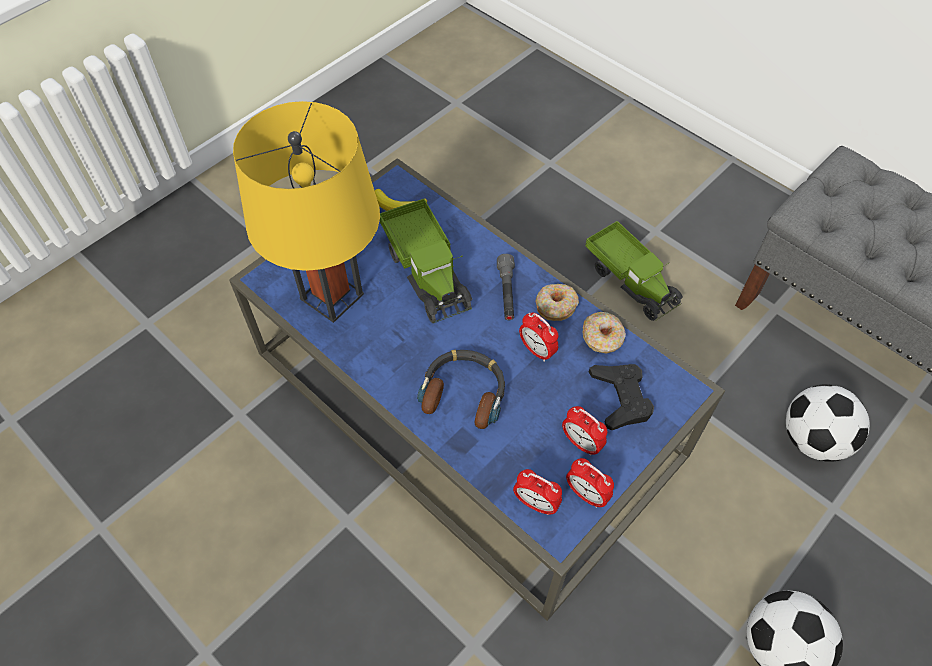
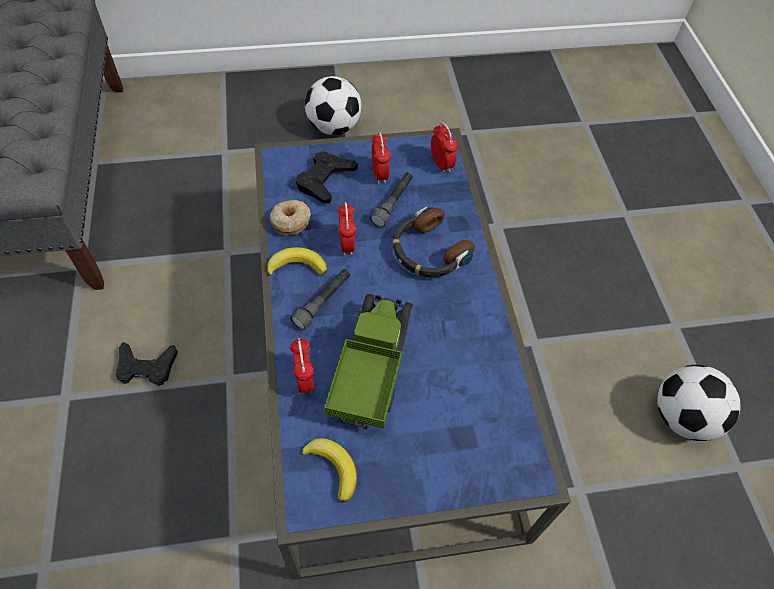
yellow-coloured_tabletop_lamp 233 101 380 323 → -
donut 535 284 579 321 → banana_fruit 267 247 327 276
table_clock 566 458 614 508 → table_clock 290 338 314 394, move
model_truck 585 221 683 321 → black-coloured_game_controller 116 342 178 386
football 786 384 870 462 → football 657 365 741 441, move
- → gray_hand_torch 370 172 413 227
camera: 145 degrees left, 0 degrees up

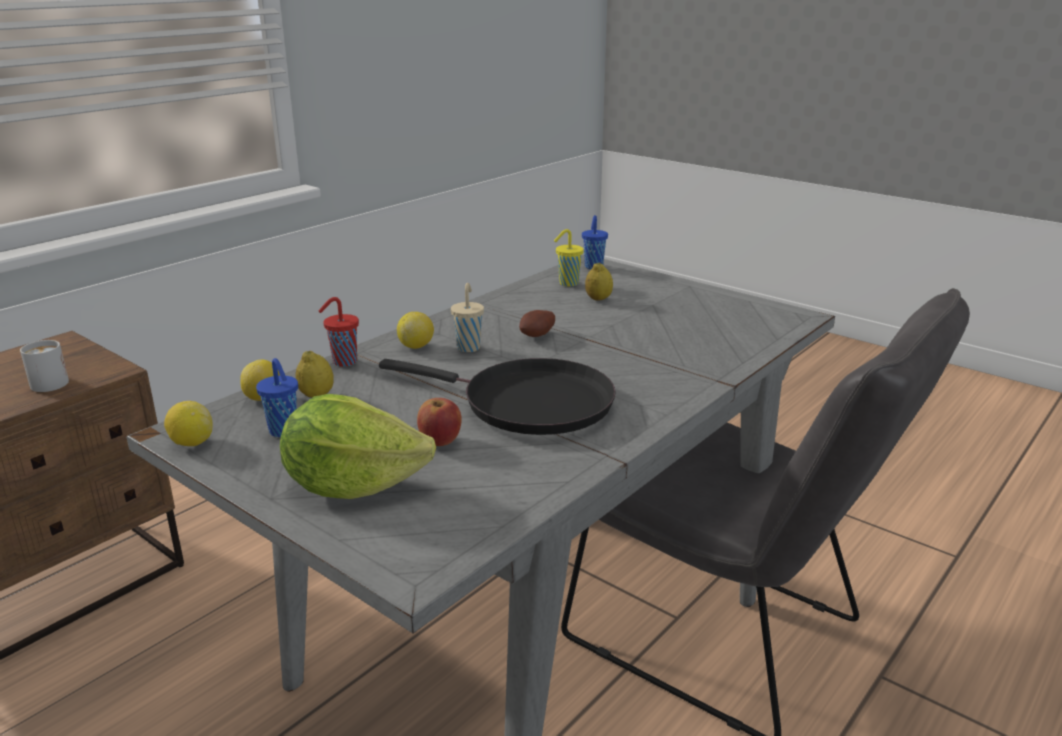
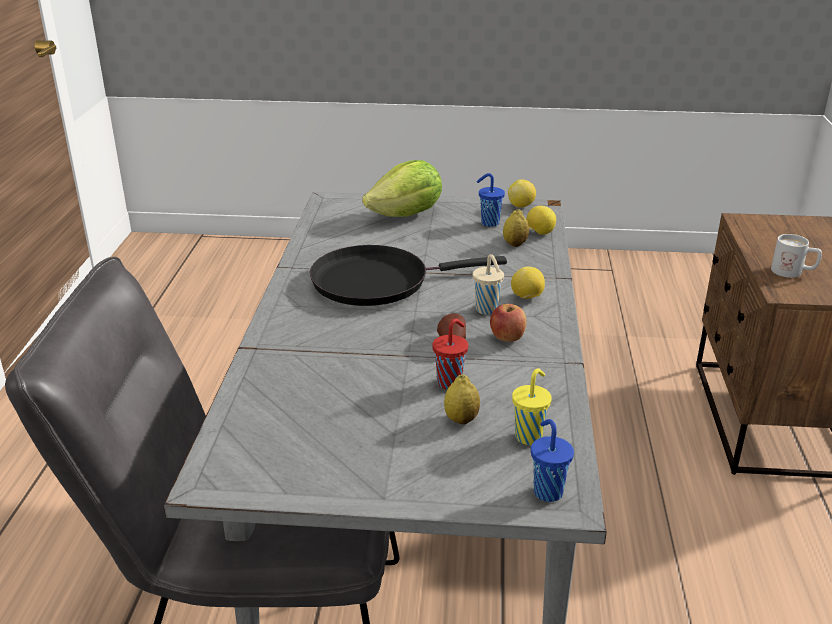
red_drinking_cup 319 297 359 367 → red_drinking_cup 432 319 468 390, move
apple_fruit 417 398 462 446 → apple_fruit 490 304 527 342, move
camera: 145 degrees right, 5 degrees up

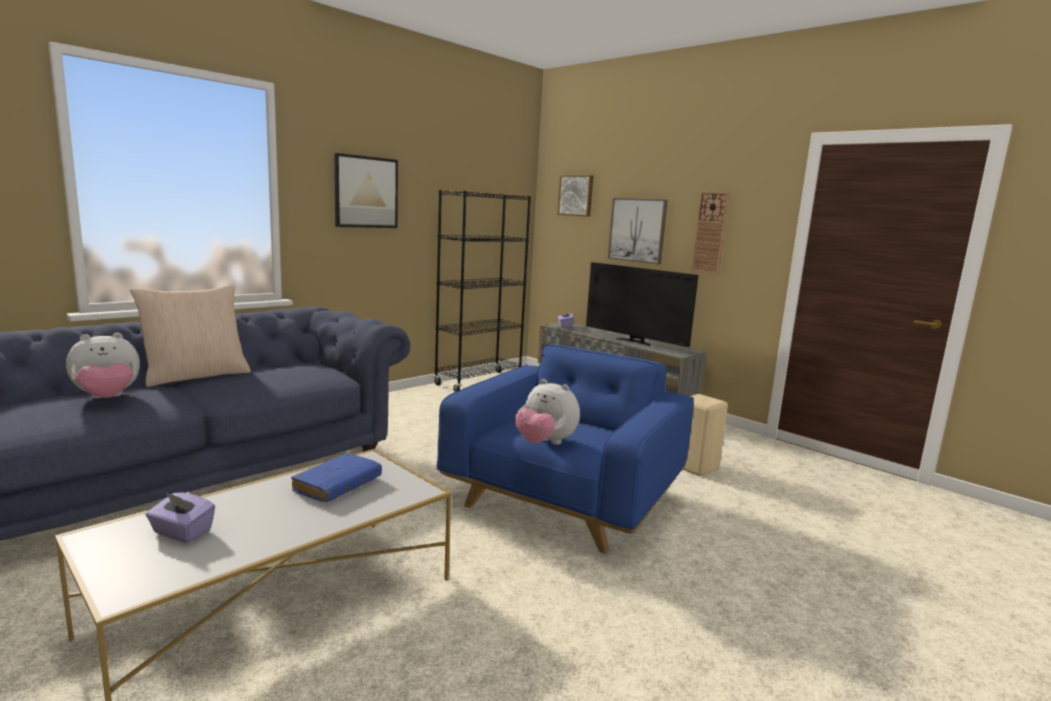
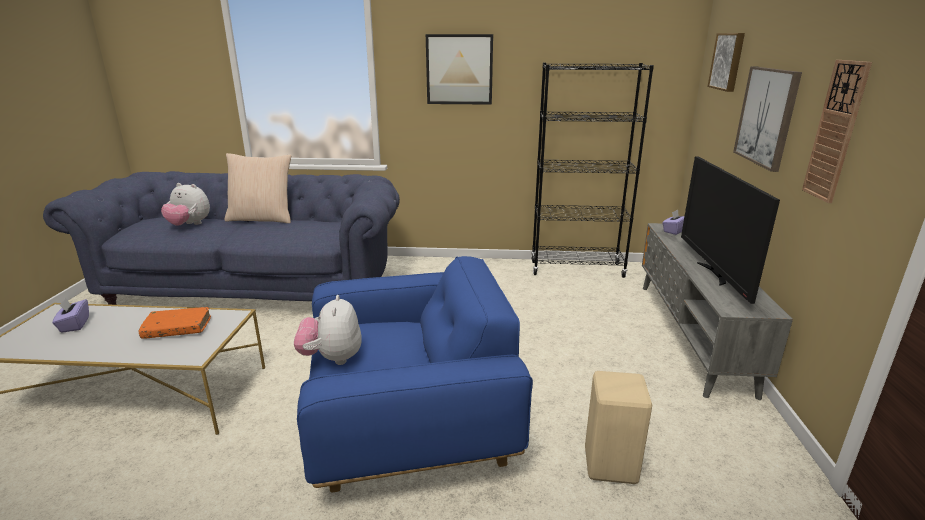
blue_book 291 453 382 502 → orangey_book 138 307 211 339
camera: 50 degrees right, 10 degrees up

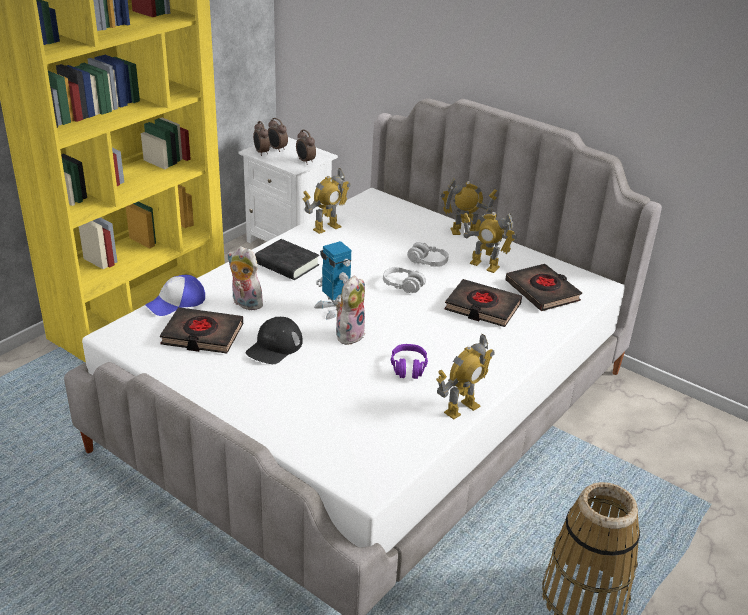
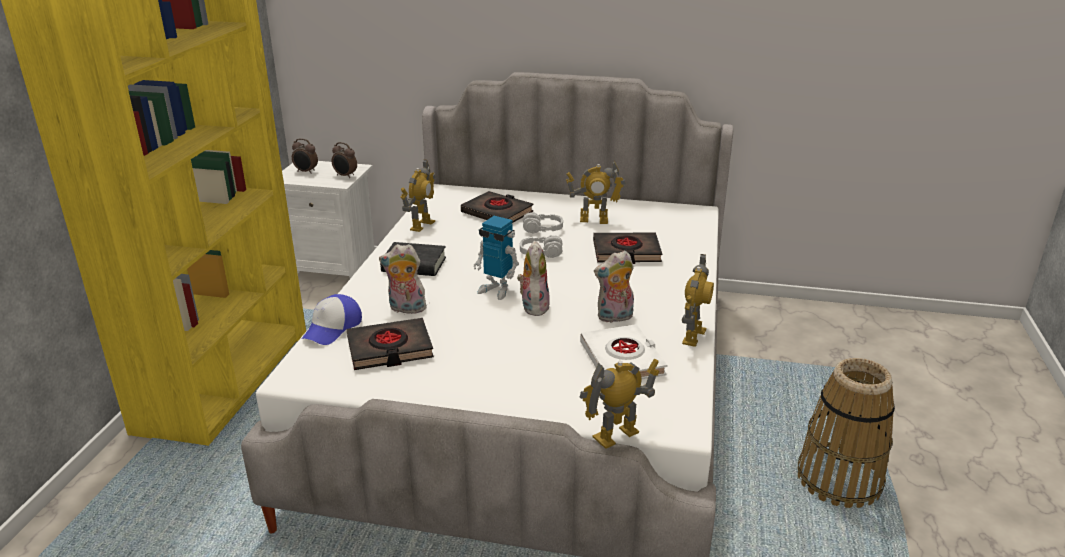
black-coloured_cap 245 317 303 364 → -
table_clock 253 121 270 156 → -
purple-coloured_pair_of_headphones 391 344 428 379 → soft_toy 594 251 634 323
toy_robot 440 178 497 235 → toy_robot 580 359 660 449, move
black-coloured_book 505 264 582 311 → black-coloured_book 461 191 533 223, move
- → whitish_book 580 324 667 379
camera: 25 degrees left, 5 degrees down

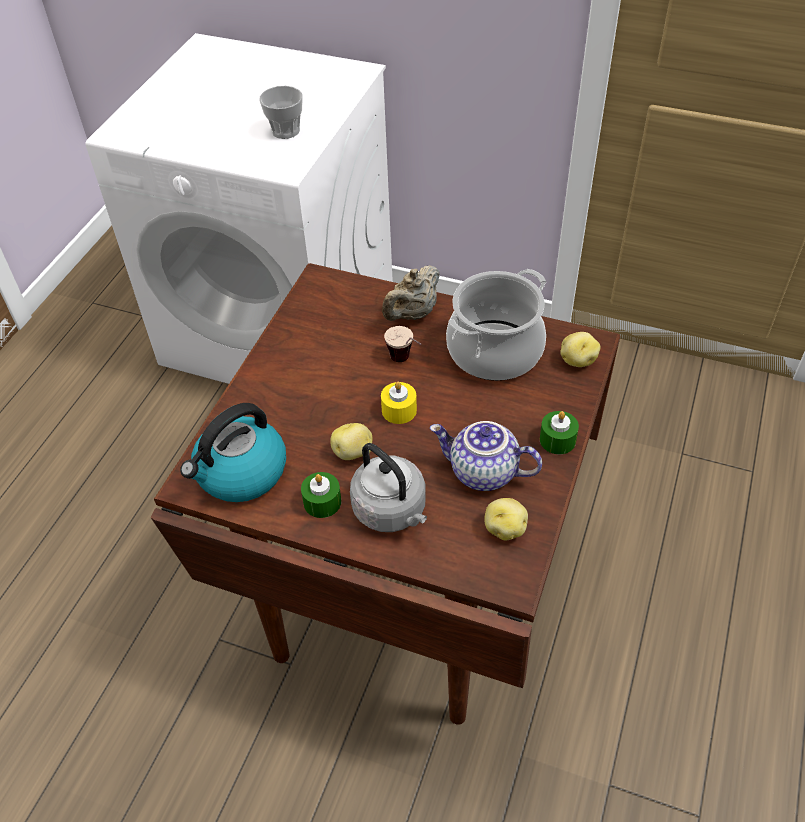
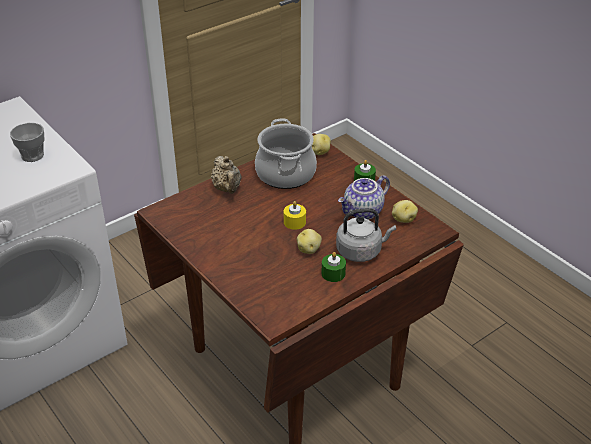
tea_kettle 180 403 286 502 → -
drinking_cup 384 326 422 362 → -
camera: 60 degrees left, 10 degrees down

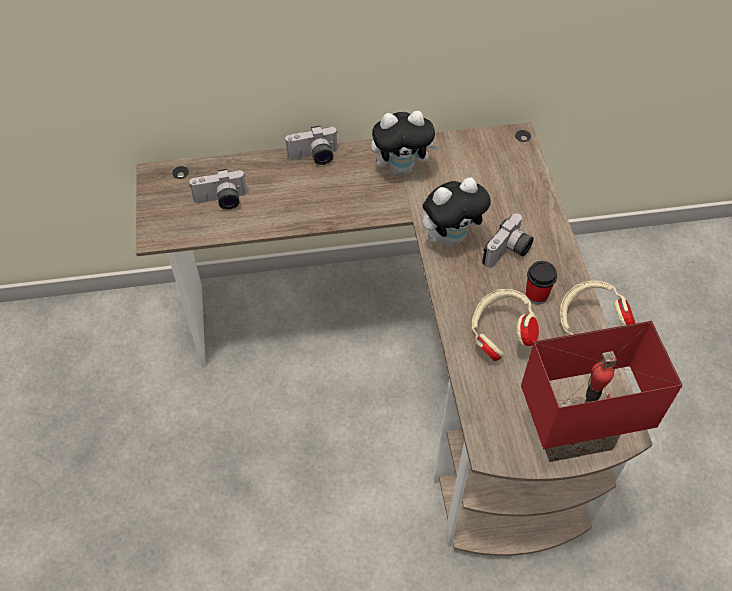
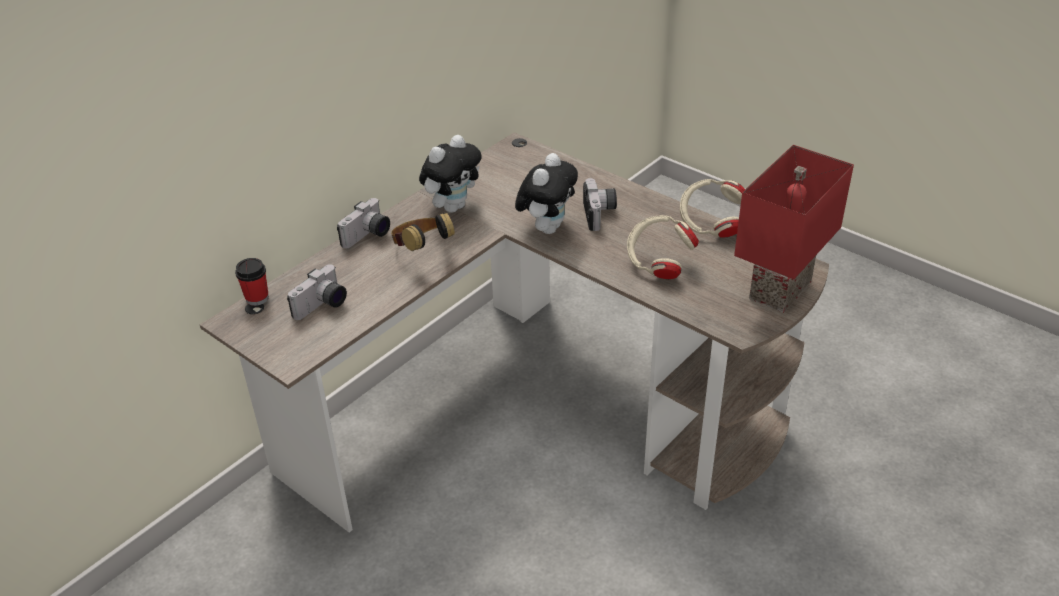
drinking_cup 526 261 557 305 → drinking_cup 235 258 269 306, move
- → pair_of_headphones 391 213 455 251
camera: 40 degrees left, 15 degrees down

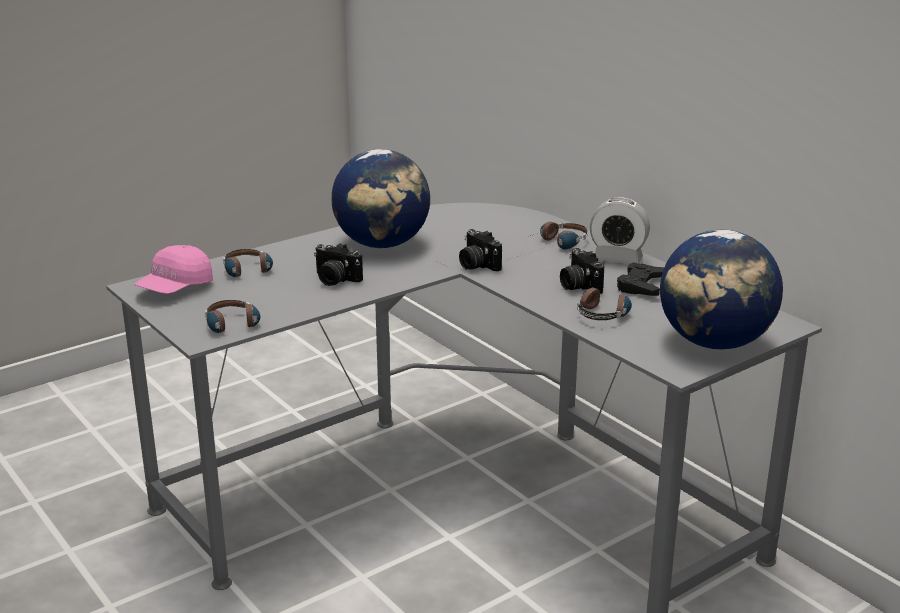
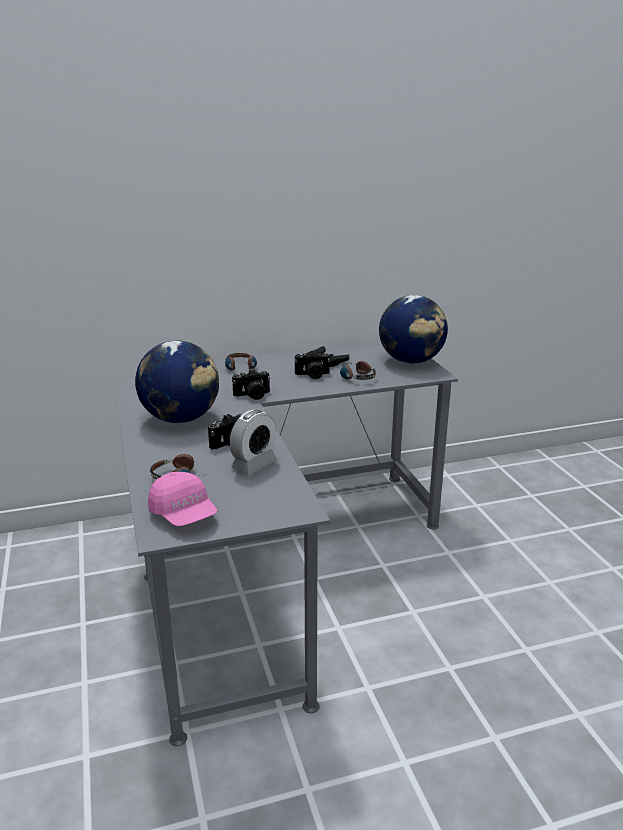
pair_of_headphones 205 300 260 335 → -
table_clock 590 197 650 264 → table_clock 230 410 277 475, move
camera: 70 degrees left, 0 degrees up

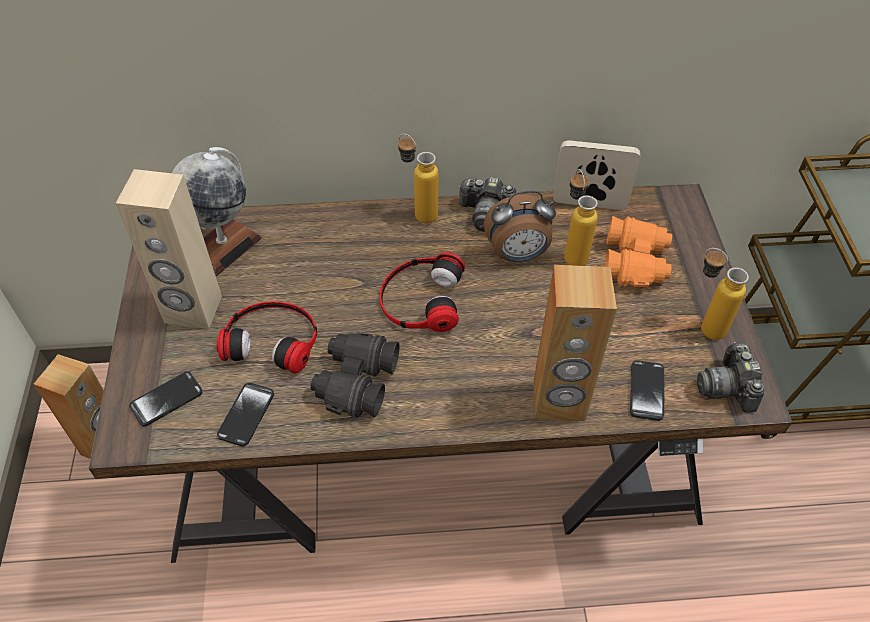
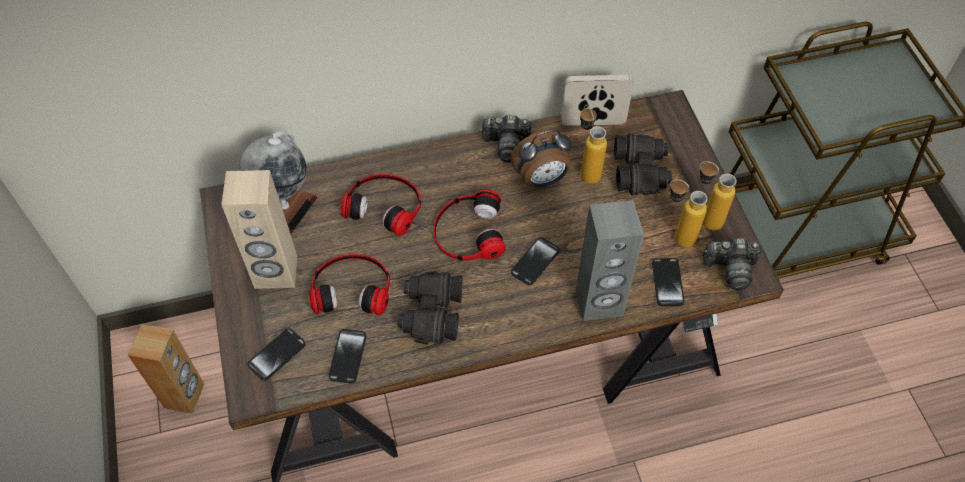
beverage_bottle 398 134 439 223 → beverage_bottle 670 179 708 247, move
brown-coloured_audio_speaker 533 265 617 422 → gray_audio_speaker 576 200 644 321
orangey_pair_of_binoculars 605 216 672 287 → black-coloured_pair_of_binoculars 614 133 672 195
photo_camera 697 342 764 413 → photo_camera 703 238 761 290, 75 degrees counterclockwise
- → pair_of_headphones 340 174 421 236
- → handset 511 237 559 285
camera: 10 degrees left, 5 degrees up

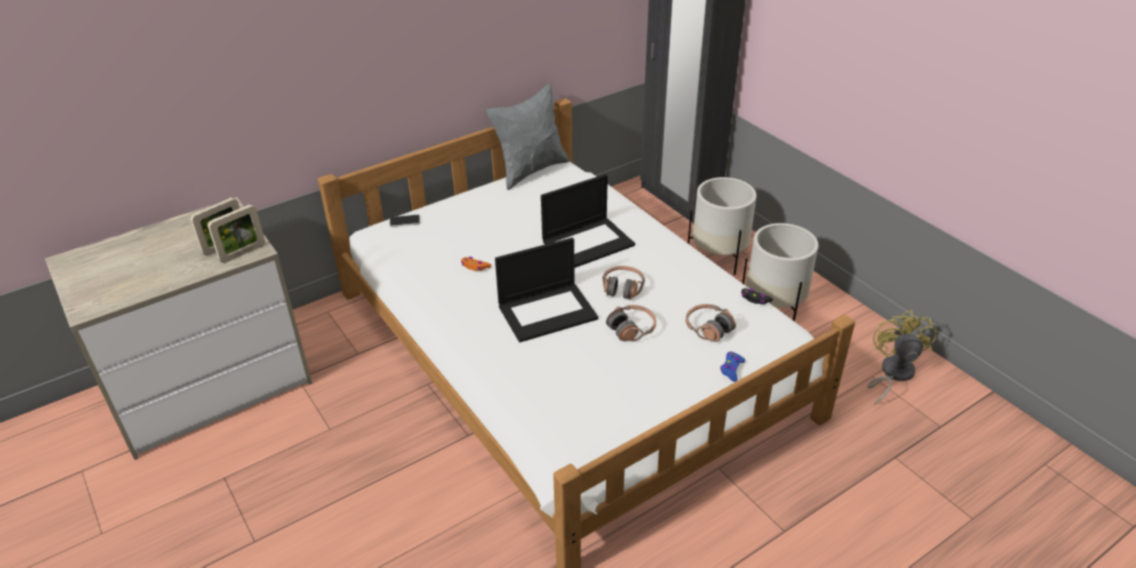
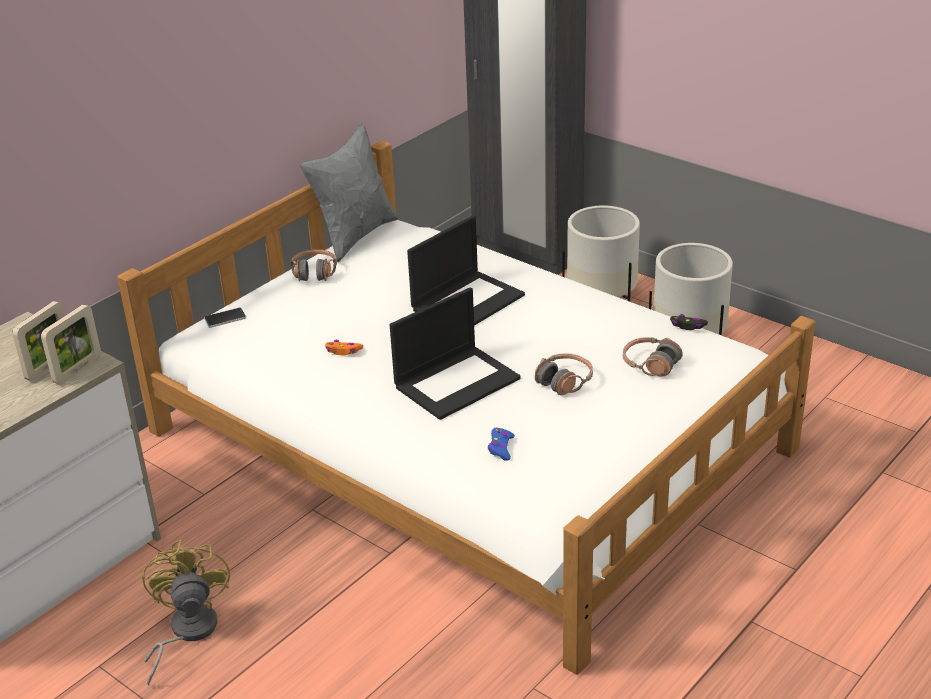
pair_of_headphones 603 266 645 300 → pair_of_headphones 290 250 337 282, move
blue_game_controller 720 352 745 382 → blue_game_controller 488 428 515 461, move
yellow-coloured_fan 867 310 937 405 → yellow-coloured_fan 142 539 230 686, move
camera: 15 degrees left, 5 degrees down

